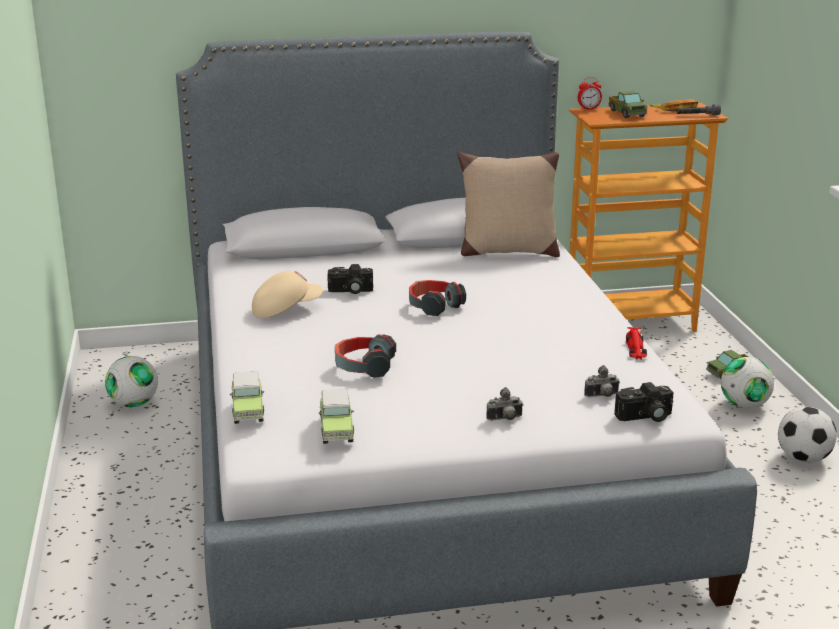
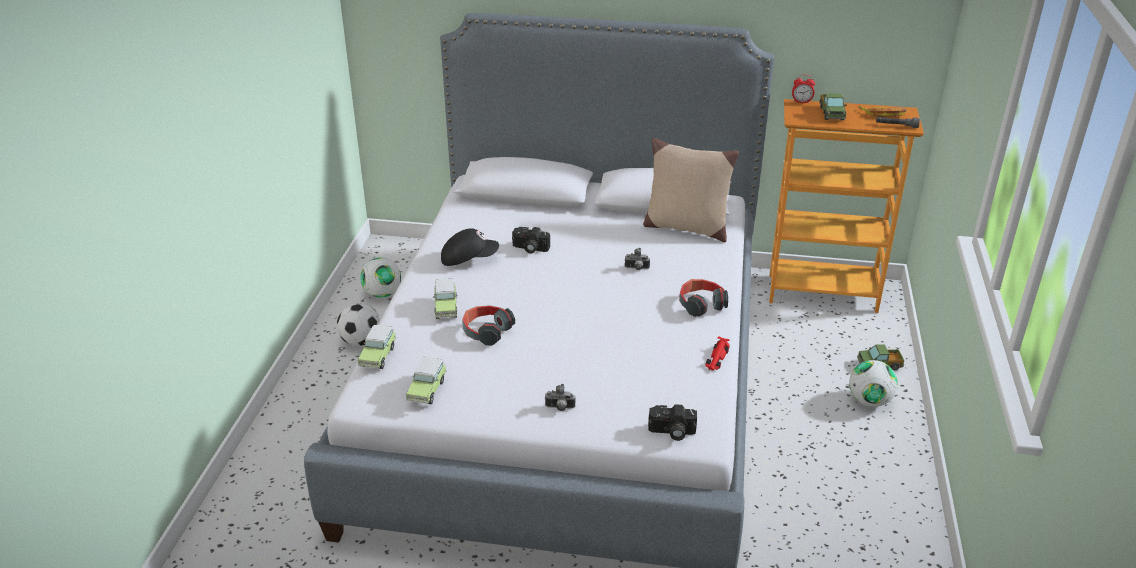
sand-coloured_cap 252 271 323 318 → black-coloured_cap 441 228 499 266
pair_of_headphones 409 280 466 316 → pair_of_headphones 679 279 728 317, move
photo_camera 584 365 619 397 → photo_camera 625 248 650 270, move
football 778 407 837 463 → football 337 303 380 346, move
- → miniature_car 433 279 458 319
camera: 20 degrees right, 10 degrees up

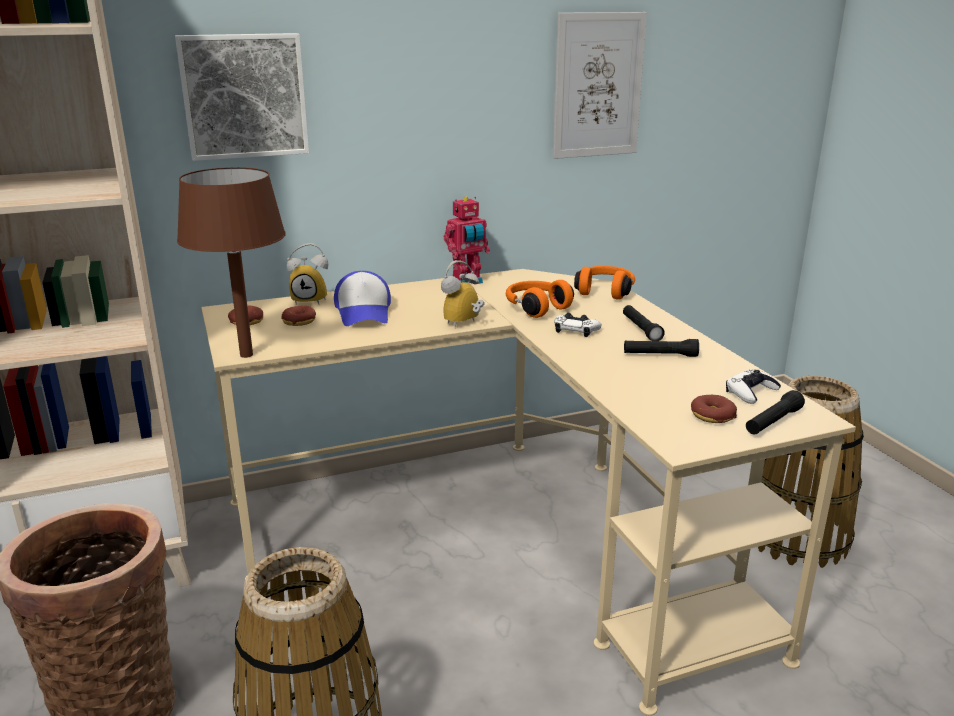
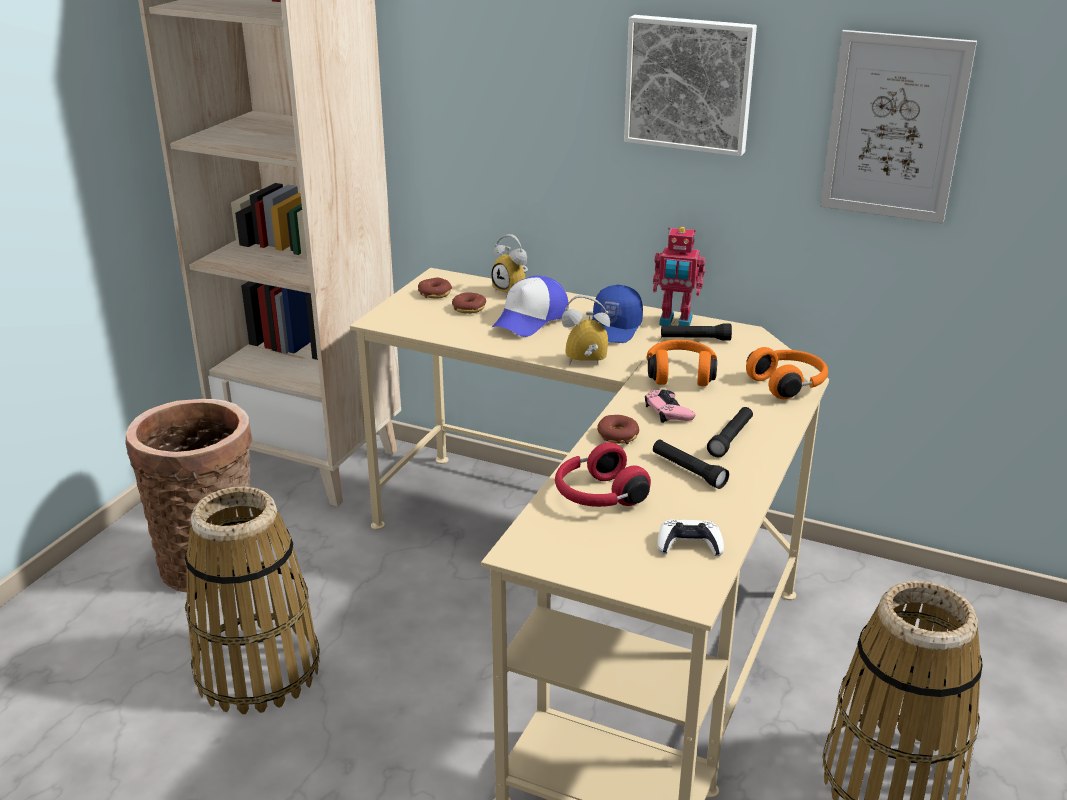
picture 175 33 309 161 → picture 624 15 757 156, move
brown-coloured_tabletop_lamp 177 167 286 358 → -
whitish_game_controller 554 313 602 337 → pinkish_game_controller 645 389 696 423
donut 691 395 737 423 → donut 597 415 639 444, move
black-coloured_hand_torch 746 390 805 434 → black-coloured_hand_torch 661 324 732 340, move
- → red_pair_of_headphones 555 442 651 507
- → blue_cap 592 285 643 343
camera: 45 degrees right, 5 degrees up

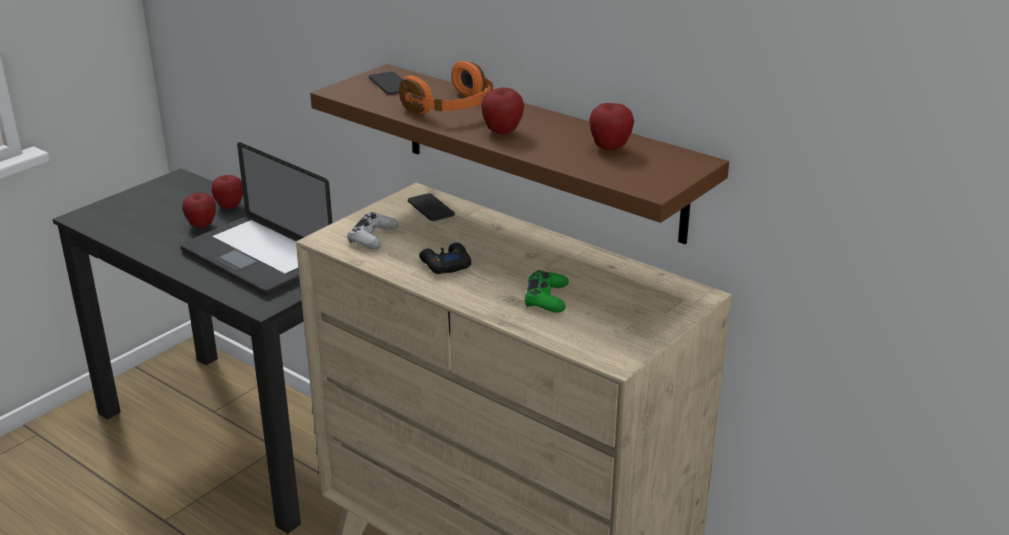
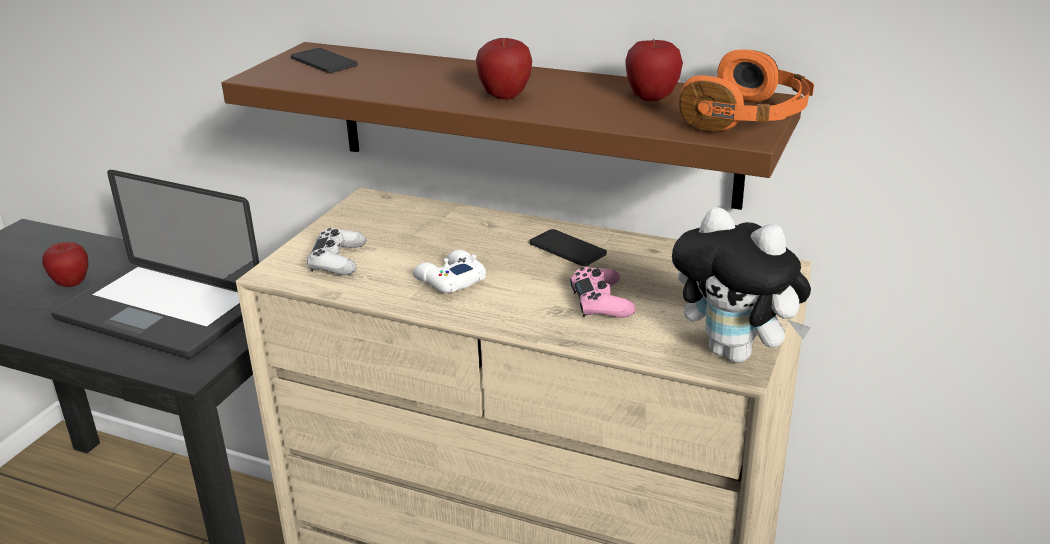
apple_fruit 211 175 243 209 → -
orangey_pair_of_headphones 399 61 494 114 → orangey_pair_of_headphones 679 49 814 131, move
handset 408 193 455 221 → handset 530 229 607 266, move
black-coloured_game_controller 419 243 471 274 → whitish_game_controller 413 250 486 293
green_game_controller 525 270 569 312 → pinkish_game_controller 570 267 636 318
- → soft_toy 672 207 811 363
camera: 15 degrees left, 0 degrees up

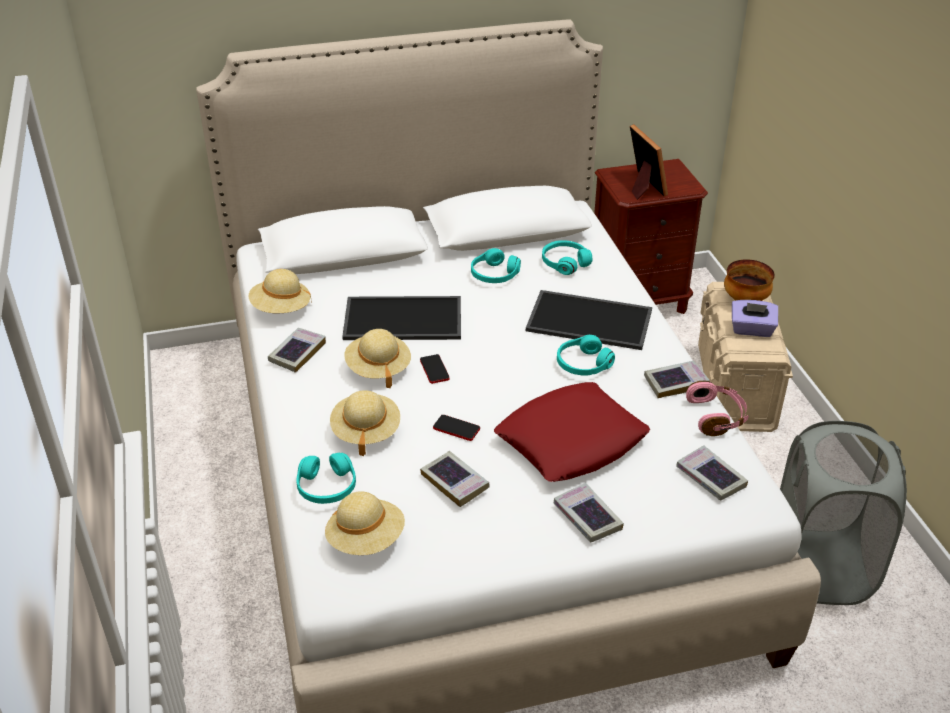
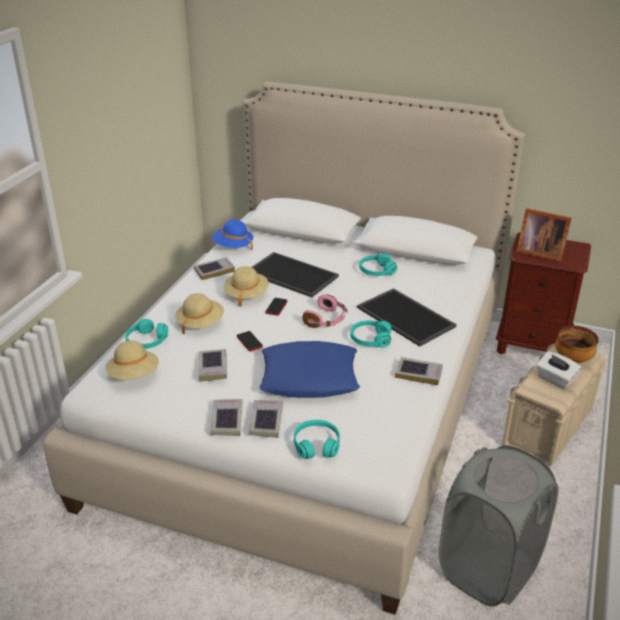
sand-coloured_hat 249 269 312 313 → blue_hat 212 219 253 250
red_pillow 494 382 650 482 → blue_pillow 259 341 360 398
blue-green_pair_of_headphones 542 240 592 275 → blue-green_pair_of_headphones 294 420 340 459, move
standing_frame 630 124 668 200 → standing_frame 516 208 572 262, 105 degrees clockwise
book 676 445 748 501 → book 210 399 243 436, move
pinkish_pair_of_headphones 686 381 748 436 → pinkish_pair_of_headphones 302 294 348 328, move
purple-coloured_tissue_holder 732 300 778 337 → whitish_tissue_holder 536 351 581 389
camera: 35 degrees right, 5 degrees down

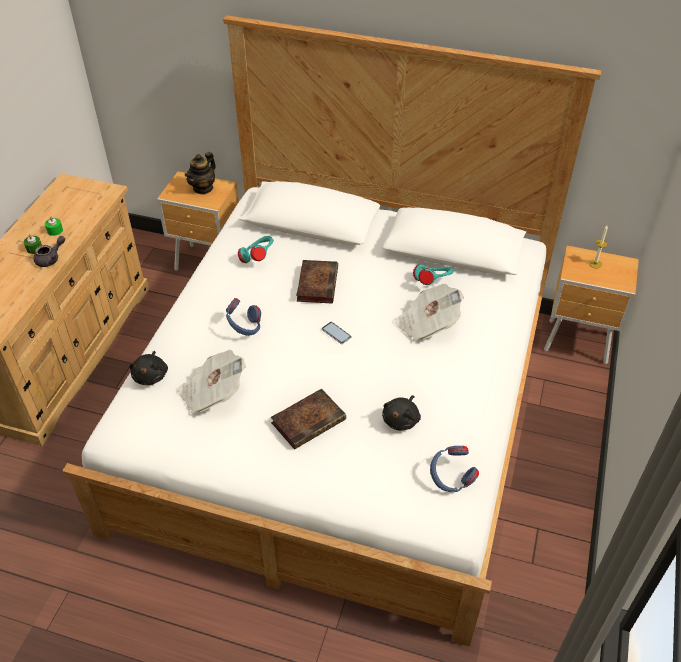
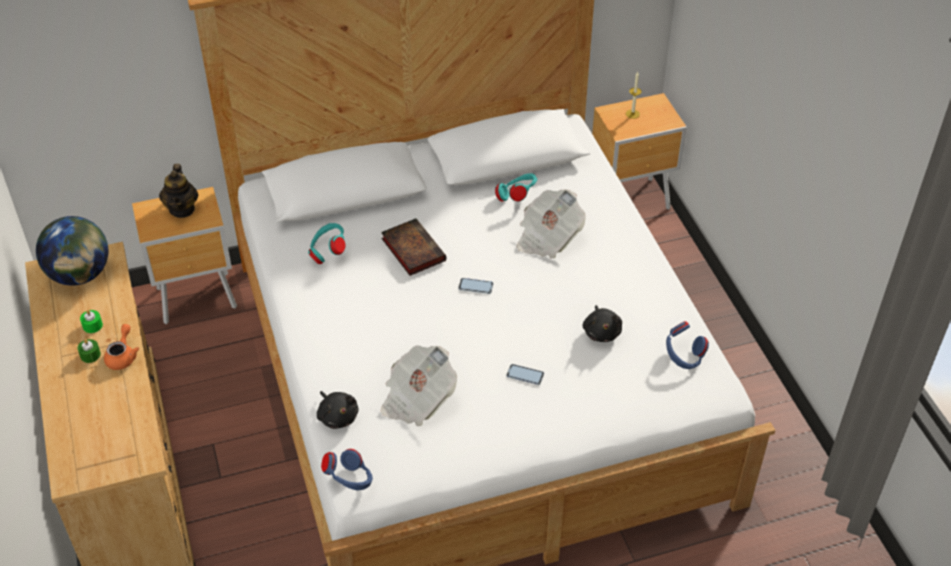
gray_tea_pot 34 236 65 267 → orangey_tea_pot 104 324 139 370
blue_pair_of_headphones 226 298 261 336 → blue_pair_of_headphones 321 449 373 490, move
book 271 389 346 450 → handset 507 364 544 385
- → world_globe 36 216 109 286
camera: 35 degrees left, 0 degrees up

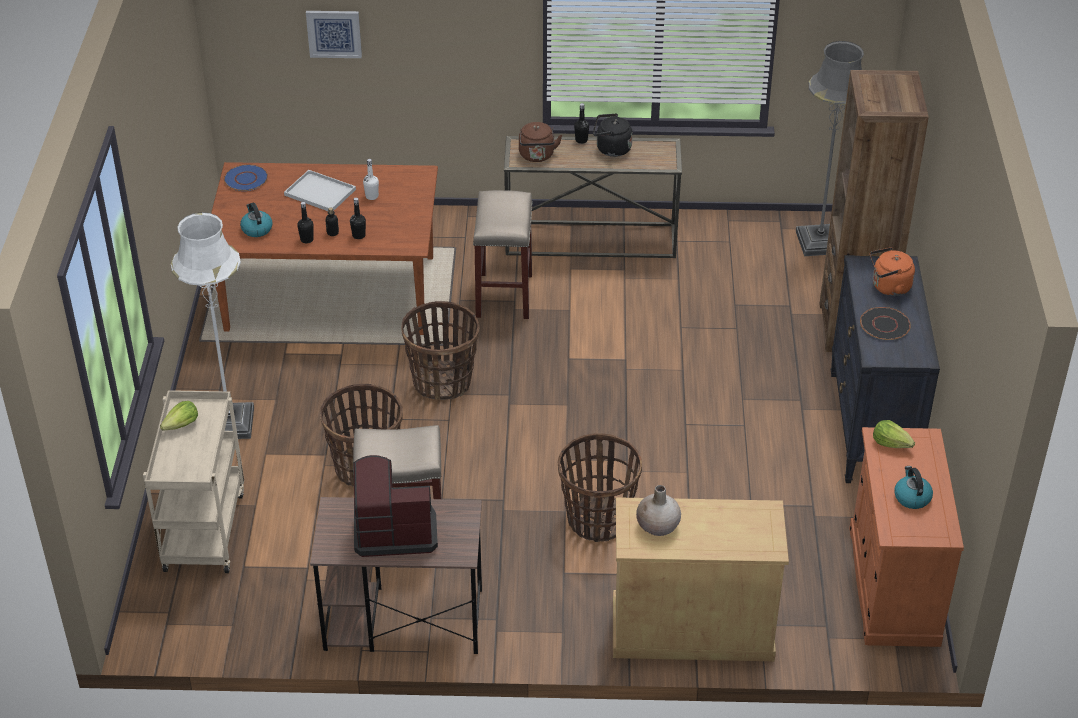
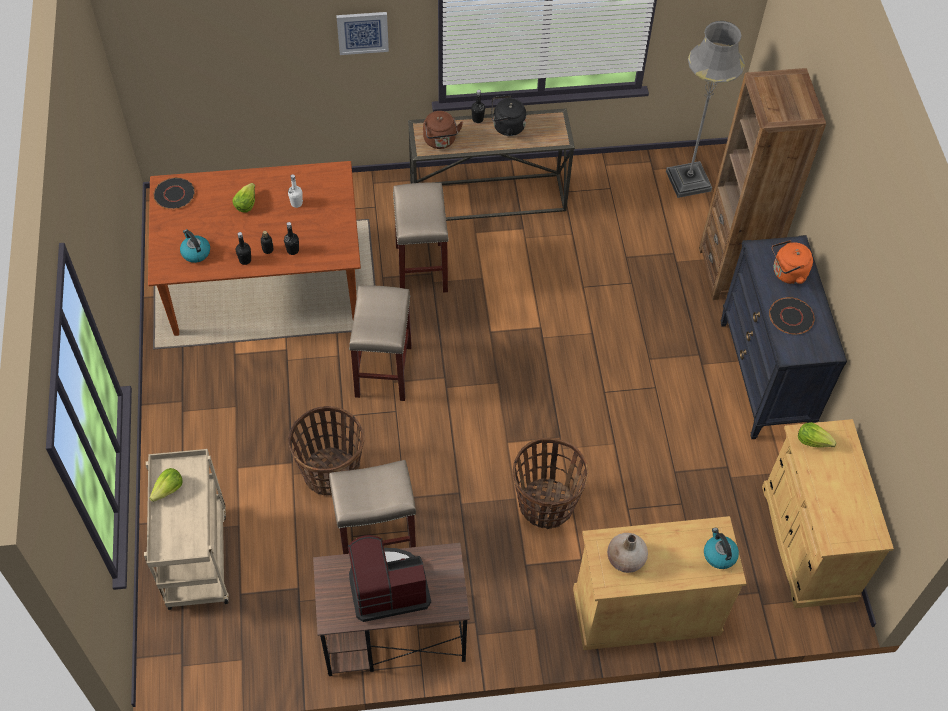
whitish_standing_lamp 171 212 254 439 → -
blue_dinner_plate 224 164 268 191 → black-coloured_dinner_plate 153 177 195 209
whitish_serving_tray 284 170 356 211 → head_of_lettuce 232 183 255 212
picture 306 11 362 58 → picture 336 12 389 55, move
basket 401 301 480 400 → sand-coloured_sitting_stool 349 285 412 401
orangey_cabinet 849 427 964 647 → sand-coloured_cabinet 762 419 894 608
tea_kettle 894 466 933 509 → tea_kettle 704 528 739 569, move
camera: 10 degrees left, 15 degrees up

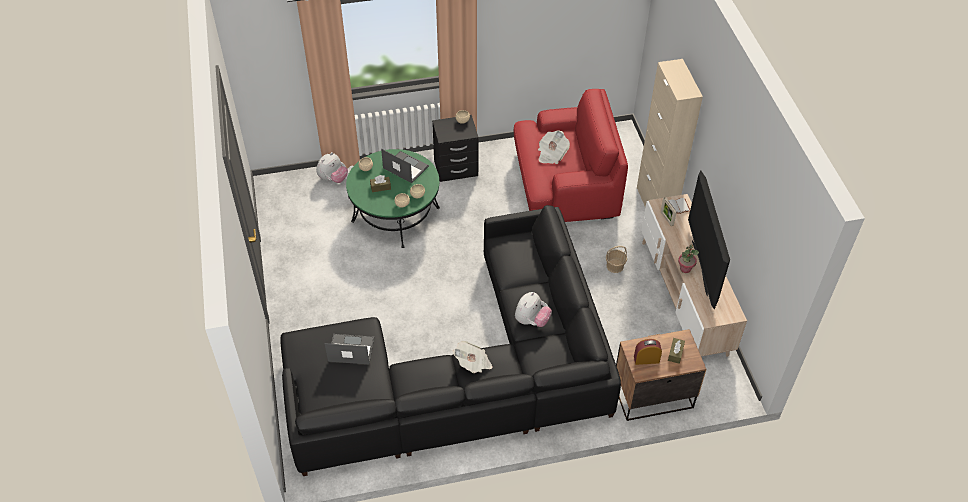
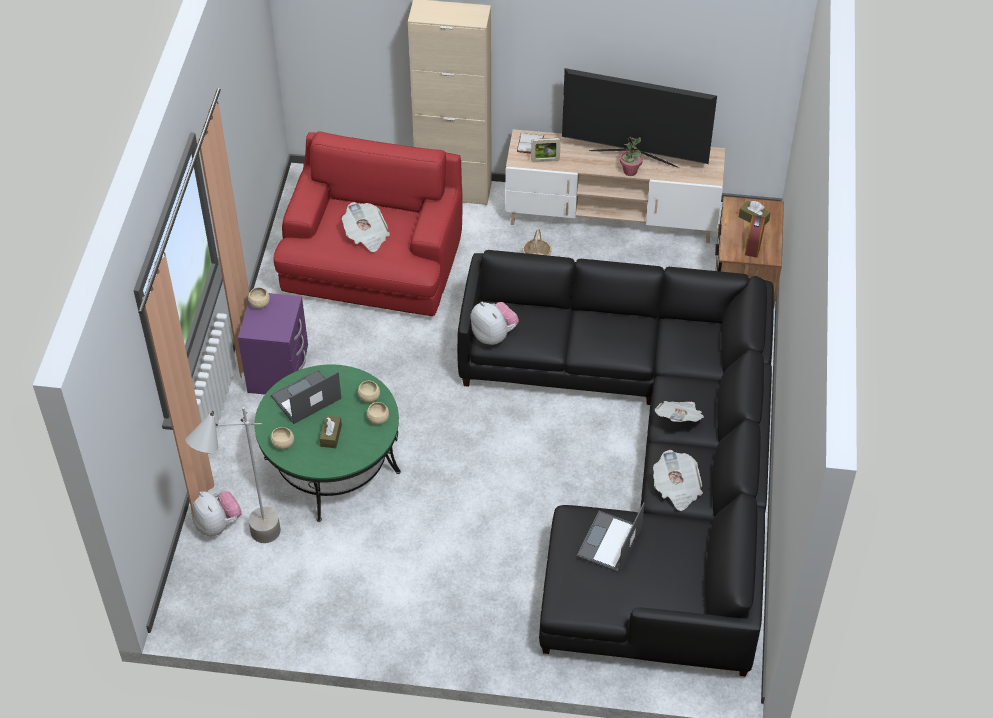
black-coloured_nightstand 432 115 479 182 → purple-coloured_nightstand 238 293 308 395
soft_toy 515 292 552 327 → soft_toy 470 302 519 345, move
- → gray_standing_lamp 186 407 281 543
- → daily_paper 653 450 703 511
camera: 70 degrees left, 0 degrees up

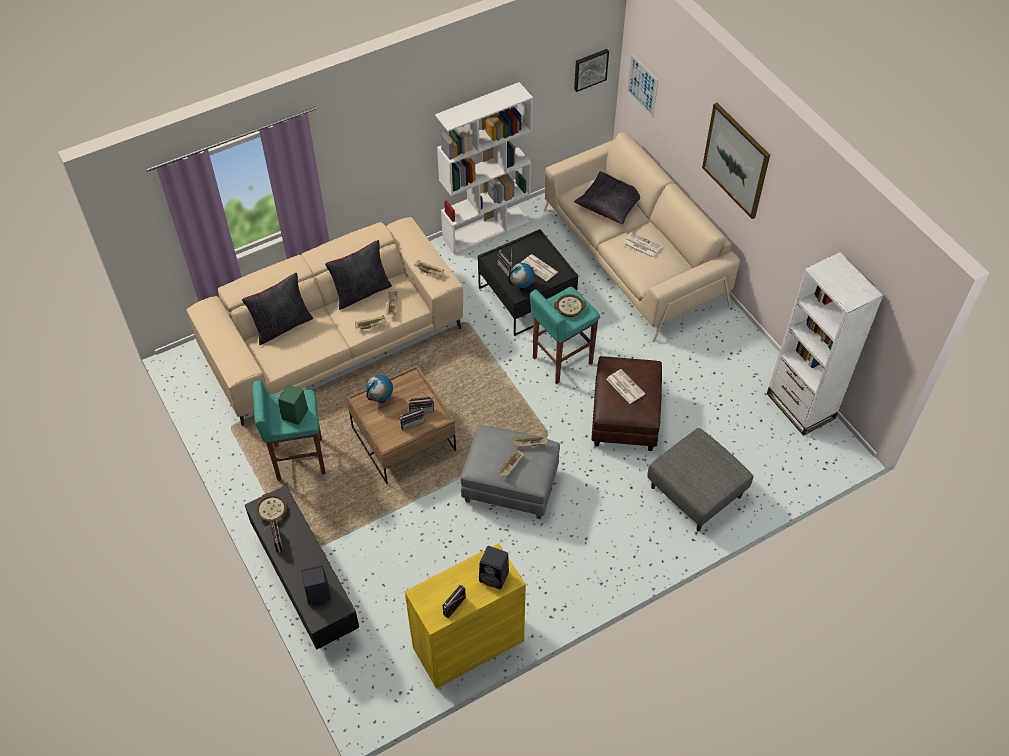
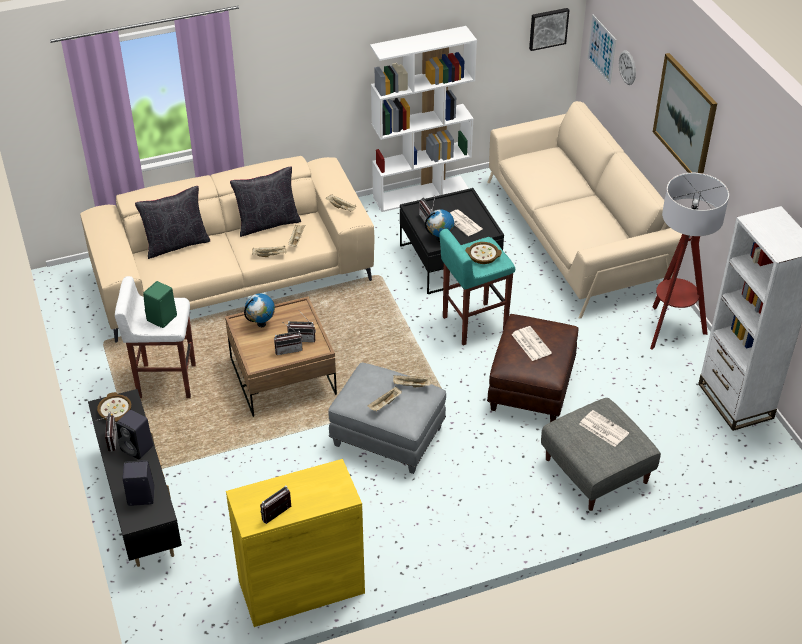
blue-green_sitting_stool 252 380 326 481 → whitish_sitting_stool 115 276 196 398
black-coloured_audio_speaker 479 546 509 589 → black-coloured_audio_speaker 116 410 153 459, move
black-coloured_pillow 574 171 640 224 → -
daily_paper 623 233 662 259 → daily_paper 579 410 629 447, move
- → clock_on_the_wall 619 50 636 85
- → standing_lamp 650 173 729 349
camera: 10 degrees right, 10 degrees down

